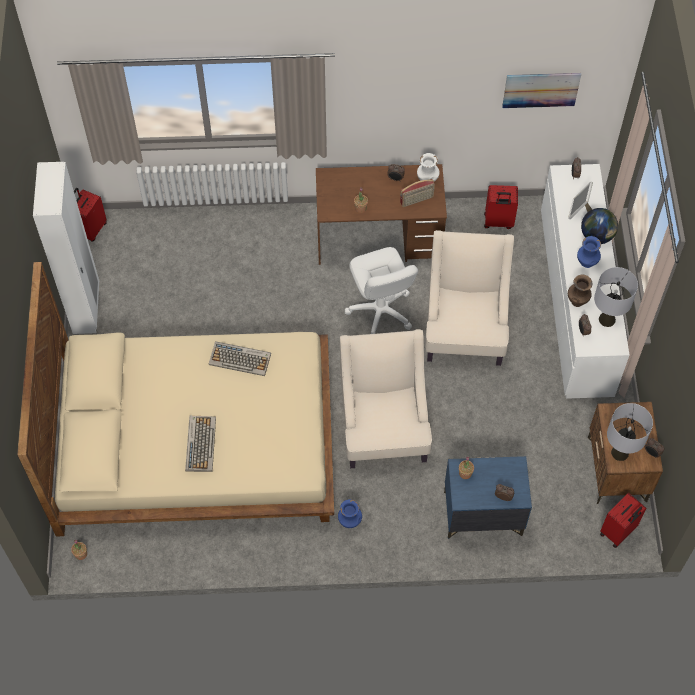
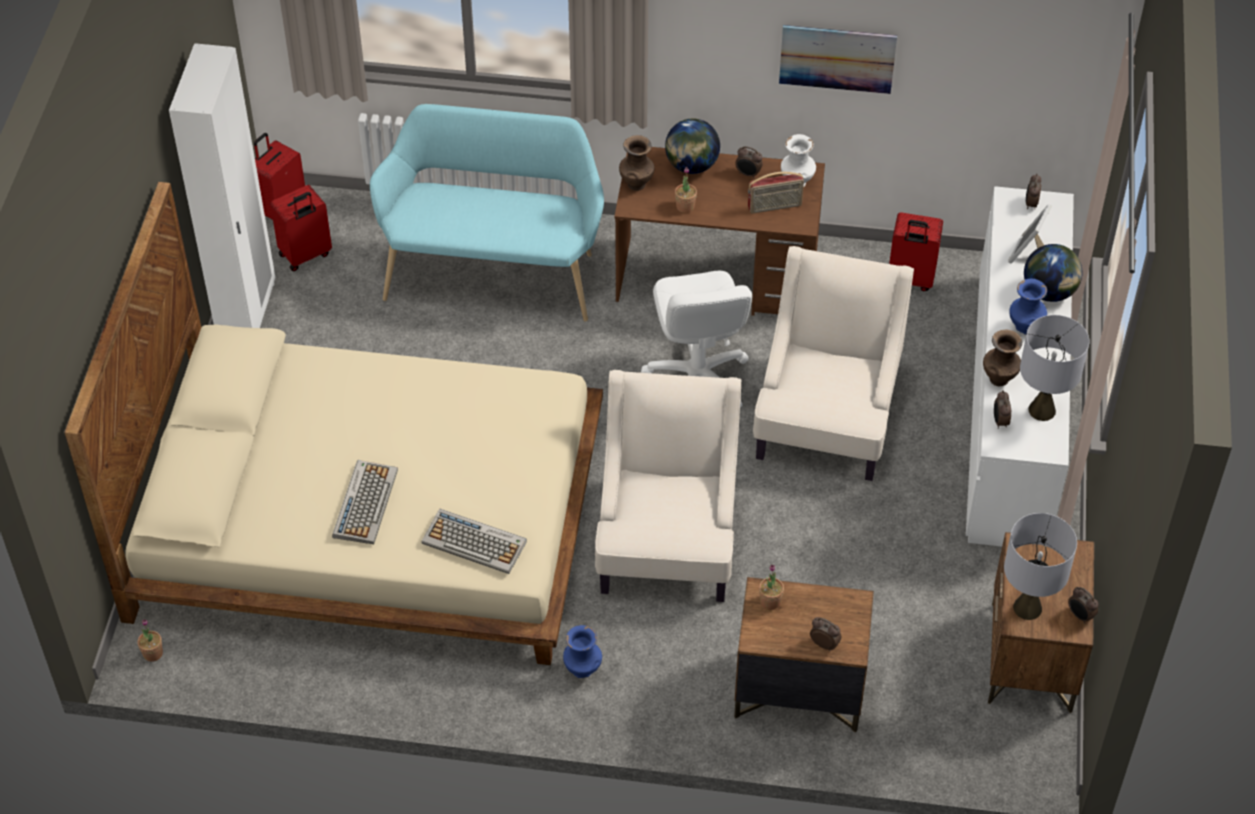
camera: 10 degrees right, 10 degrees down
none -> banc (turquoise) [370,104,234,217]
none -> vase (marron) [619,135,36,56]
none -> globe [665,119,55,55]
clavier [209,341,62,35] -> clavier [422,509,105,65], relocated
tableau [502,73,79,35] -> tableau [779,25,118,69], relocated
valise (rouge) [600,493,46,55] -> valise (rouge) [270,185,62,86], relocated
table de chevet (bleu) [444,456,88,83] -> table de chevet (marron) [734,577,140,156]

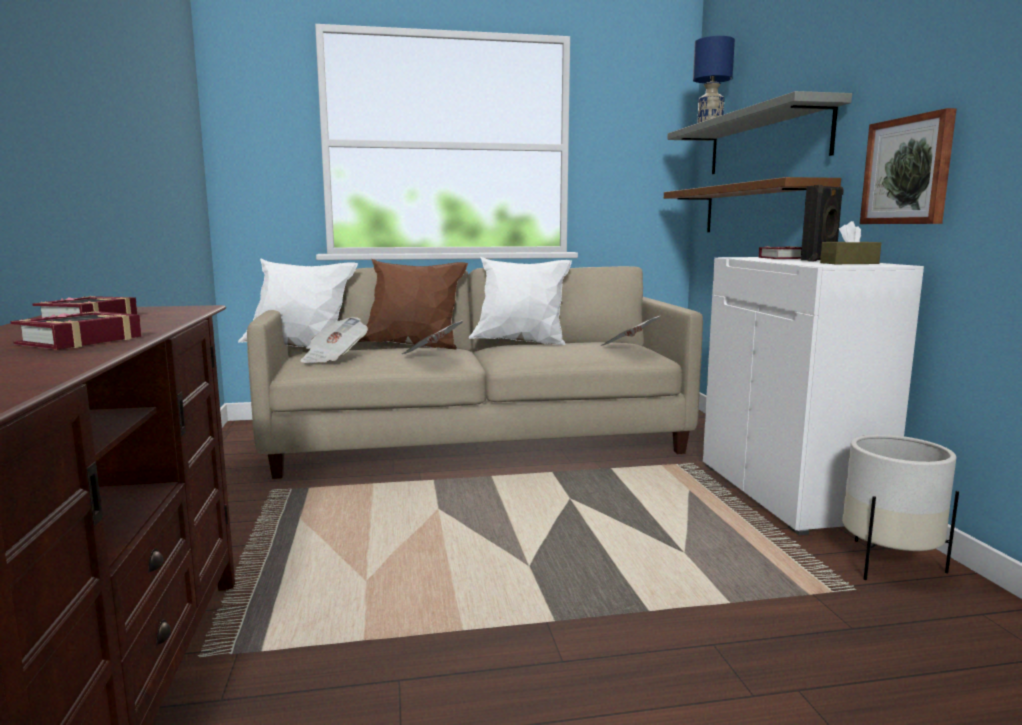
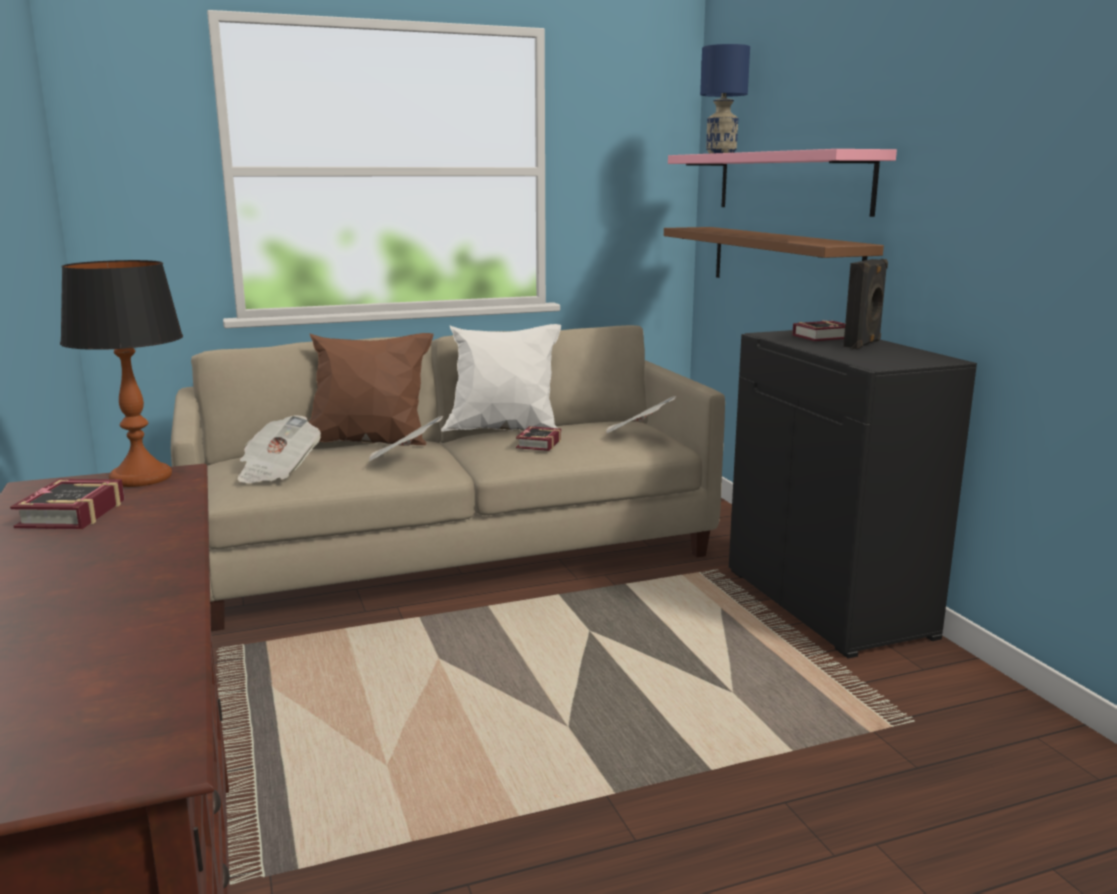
camera: 10 degrees left, 5 degrees up
coussin (blanc) [238,258,120,91] -> none
boîte à mouchoirs (marron) [820,221,61,43] -> none
cache-pot (blanc) [842,435,117,145] -> none
tableau [860,108,97,116] -> none
none -> lampe de table [60,260,123,227]
livre [10,311,132,39] -> livre [516,426,45,25], relocated
étagère (gris) [667,91,185,83] -> étagère (rose) [668,149,229,68]
meuble de rangement (blanc) [703,257,221,278] -> meuble de rangement (noir) [729,330,248,329]

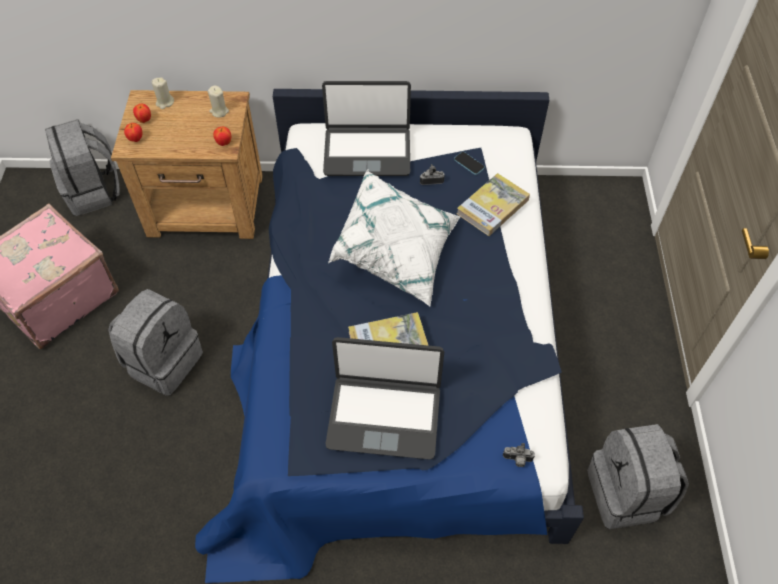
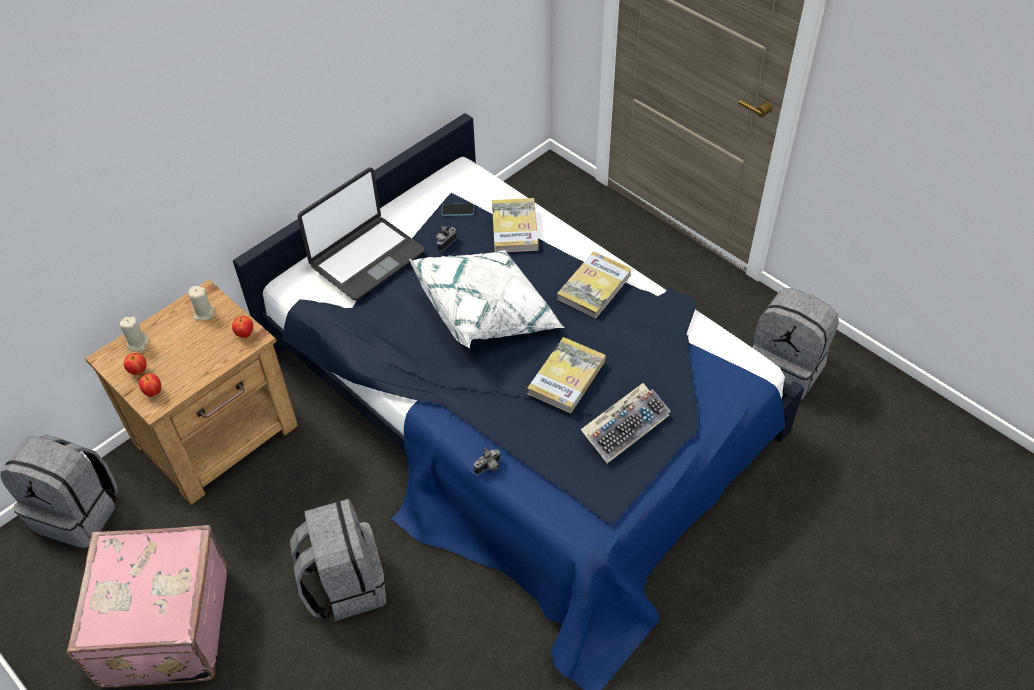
camera: 45 degrees left, 5 degrees down
none -> livre [557,251,75,68]
appareil photo [503,443,32,24] -> appareil photo [474,447,27,28], relocated
ordinateur portable [326,337,118,122] -> clavier [581,383,89,80]

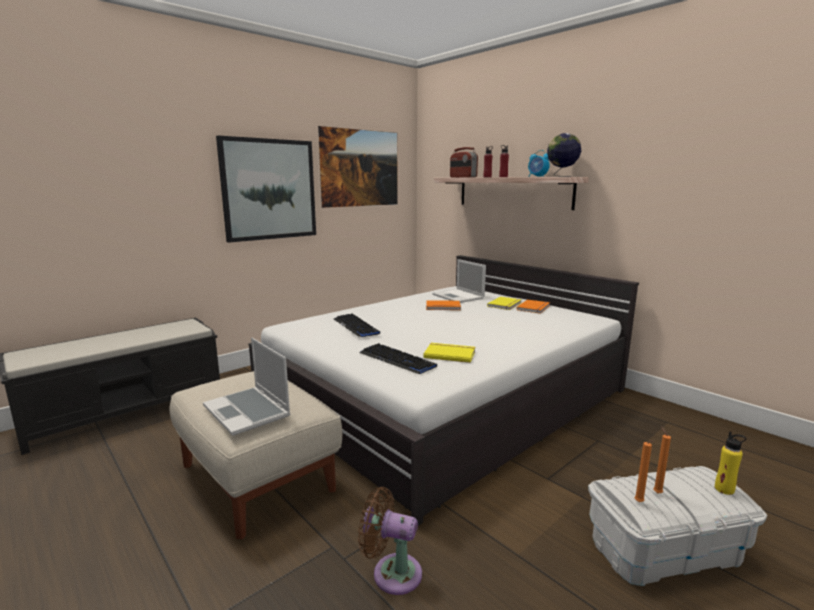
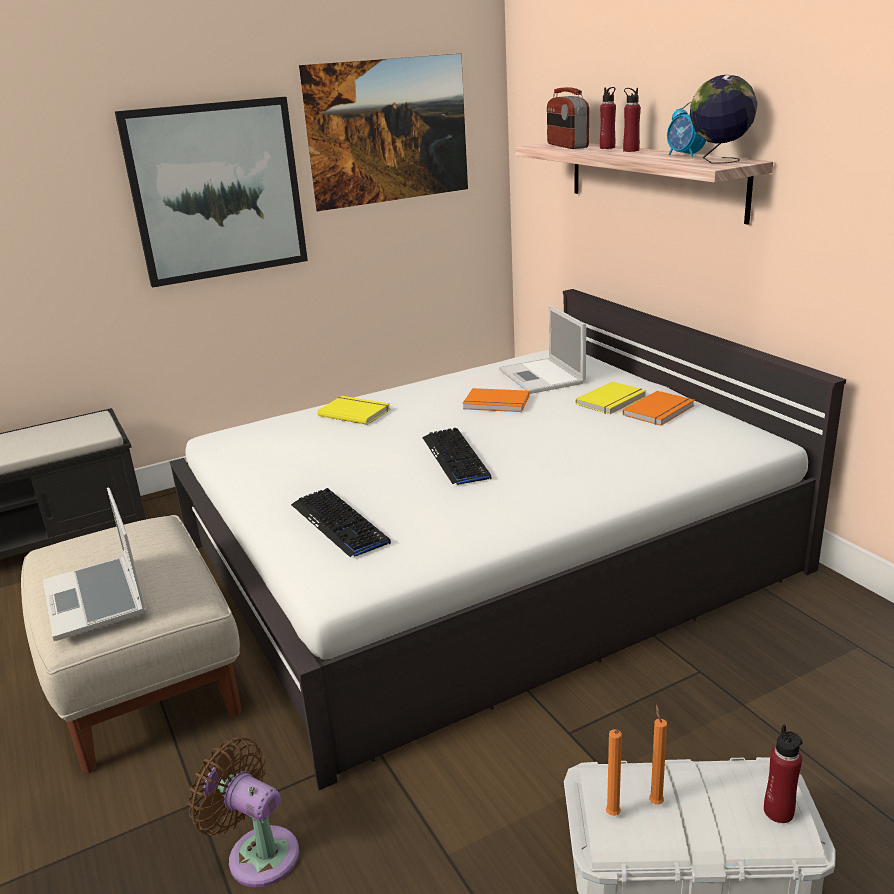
camera: 15 degrees right, 10 degrees up
clavier [334,313,46,24] -> clavier [422,428,70,57], relocated
livre (jaune) [423,343,52,20] -> livre (jaune) [317,396,73,29], relocated
bouteille (jaune) [715,432,31,63] -> bouteille (rouge) [764,725,39,98]

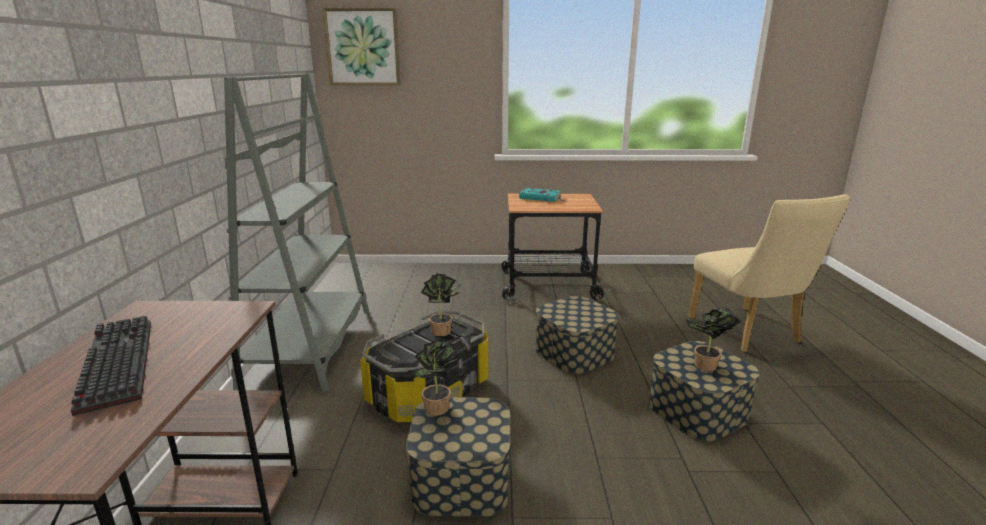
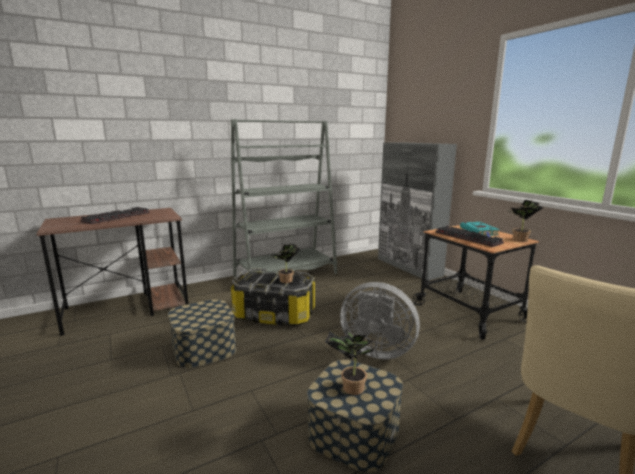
camera: 60 degrees right, 5 degrees down
tableau [322,8,79,77] -> none
none -> meuble de rangement (gris) [378,142,79,138]
none -> clavier [435,226,69,21]
plante en pot [407,337,52,79] -> plante en pot [508,200,36,42], relocated
boîte de rangement [535,296,84,78] -> ventilateur (gris) [340,282,80,77]

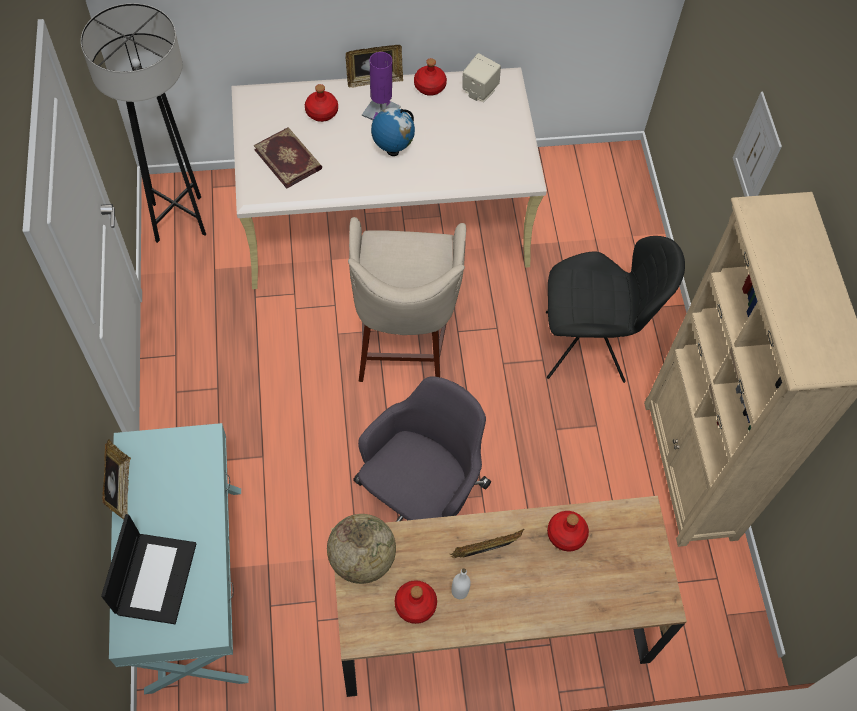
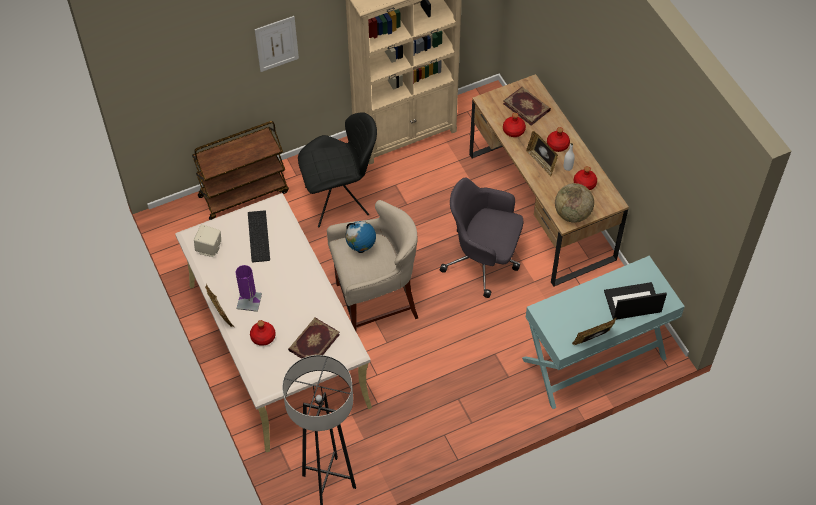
camera: 105 degrees left, 5 degrees down
none -> chariot (marron) [192,121,97,99]
none -> clavier [248,210,22,53]
none -> livre [503,87,48,39]
globe [371,108,44,48] -> globe [345,221,31,32], relocated
bouteille (rouge) [414,58,33,38] -> bouteille (rouge) [547,127,23,25], relocated
chaise (noir) [546,236,139,147] -> chaise (noir) [298,112,79,115], 90 degrees clockwise

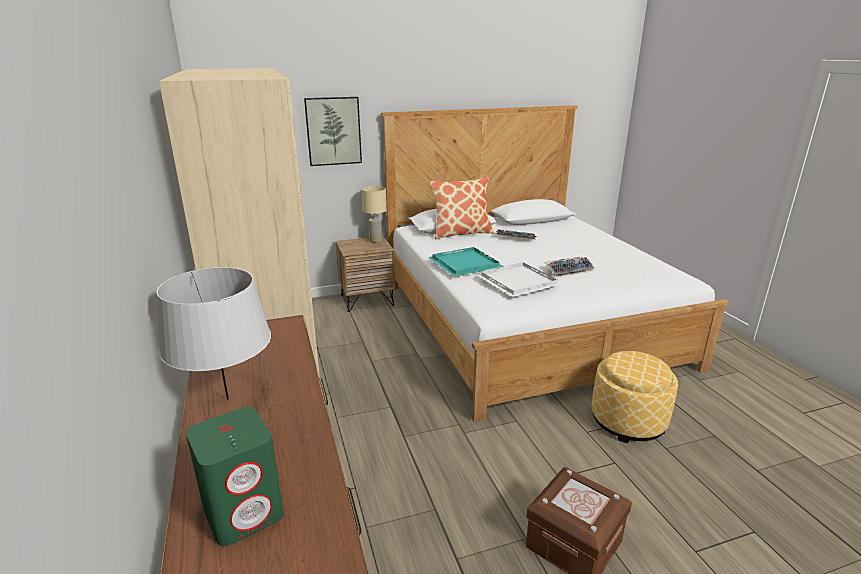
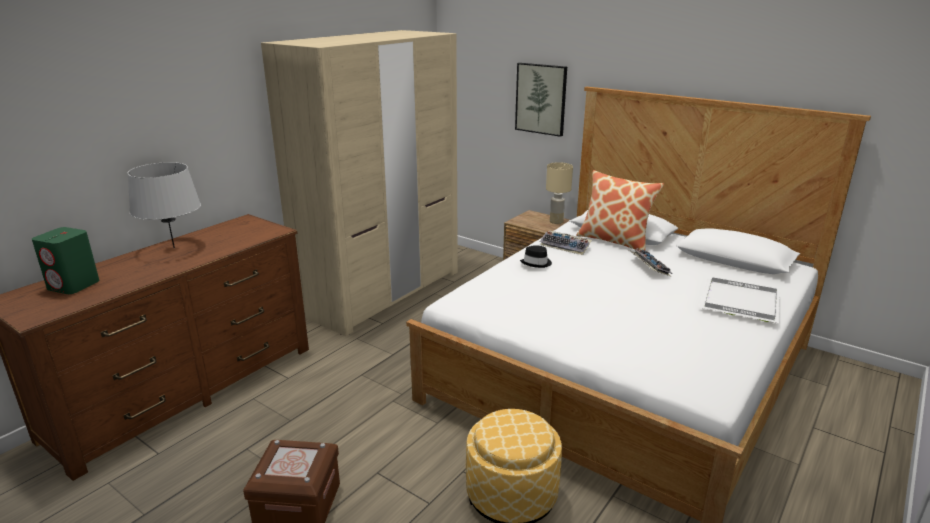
camera: 55 degrees right, 0 degrees up
plateau (blanc) [477,262,84,35] -> plateau (blanc) [700,277,81,46], relocated
clavier [545,256,50,22] -> clavier [540,231,52,24], relocated
plateau (turquoise) [428,247,76,30] -> chapeau (noir) [520,245,32,23]

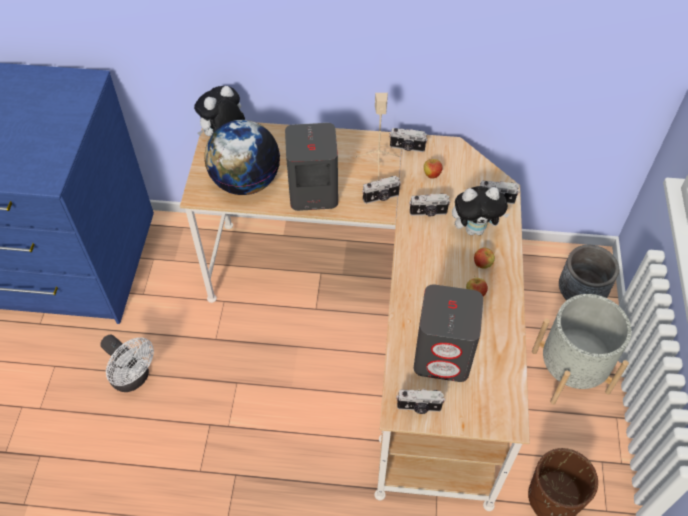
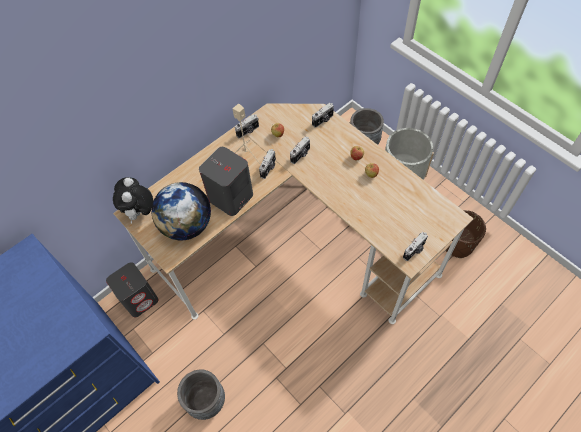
camera: 45 degrees left, 5 degrees up
peluche [452,186,58,49] -> none
enceinte (gris) [414,284,69,98] -> enceinte (gris) [106,262,52,56], relocated
ventilateur (blanc) [100,334,54,58] -> cache-pot (gris) [177,369,48,51]

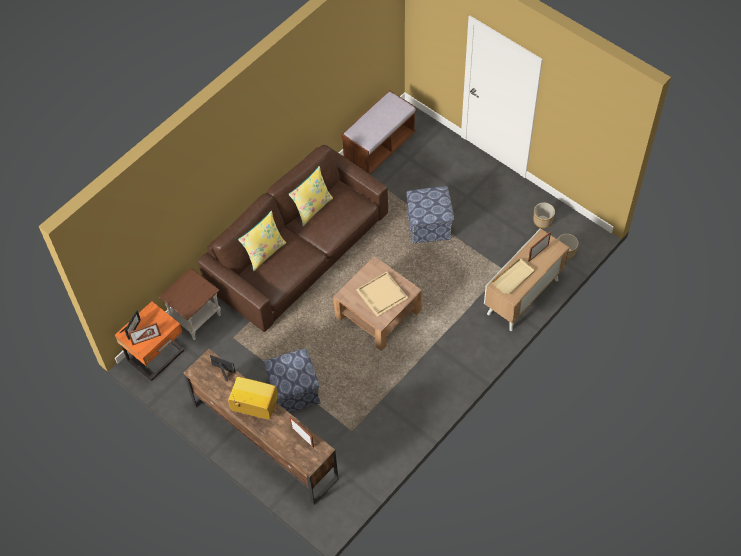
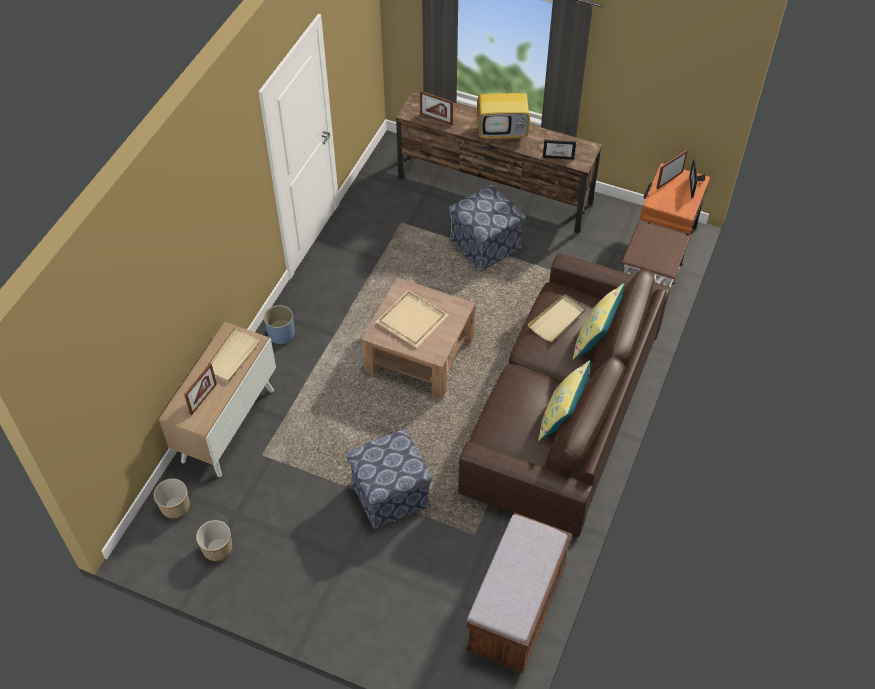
camera: 160 degrees right, 5 degrees down
none -> cache-pot (bleu) [264,305,30,39]
none -> plateau (beige) [528,294,58,48]

